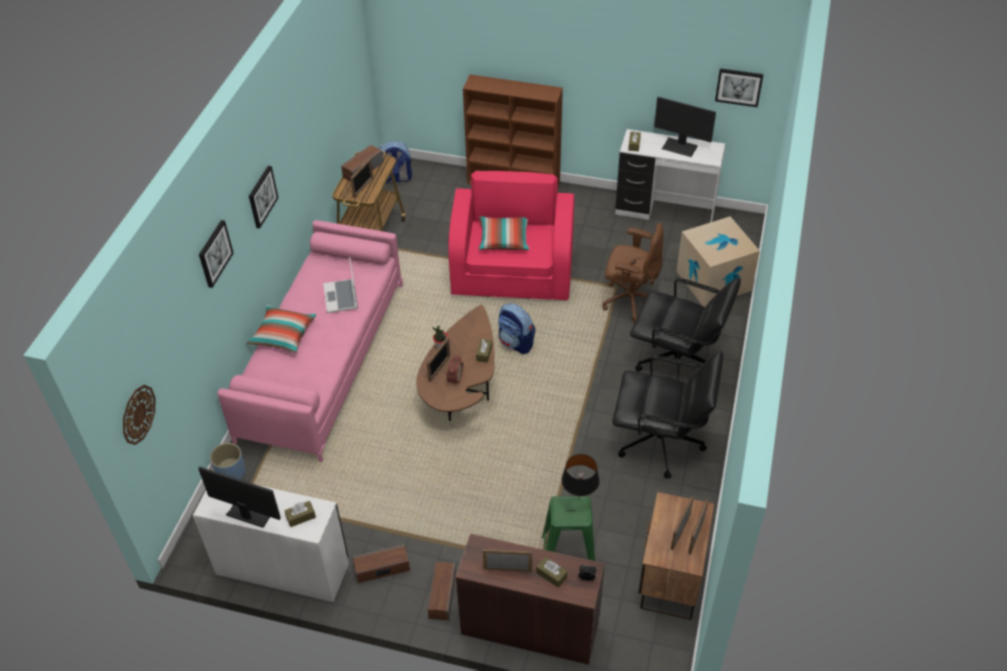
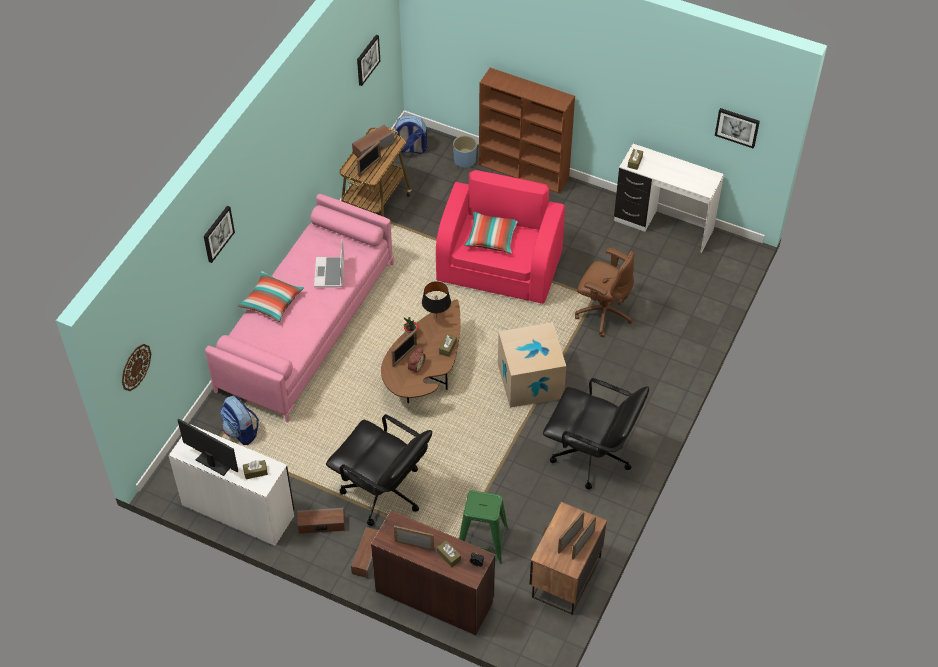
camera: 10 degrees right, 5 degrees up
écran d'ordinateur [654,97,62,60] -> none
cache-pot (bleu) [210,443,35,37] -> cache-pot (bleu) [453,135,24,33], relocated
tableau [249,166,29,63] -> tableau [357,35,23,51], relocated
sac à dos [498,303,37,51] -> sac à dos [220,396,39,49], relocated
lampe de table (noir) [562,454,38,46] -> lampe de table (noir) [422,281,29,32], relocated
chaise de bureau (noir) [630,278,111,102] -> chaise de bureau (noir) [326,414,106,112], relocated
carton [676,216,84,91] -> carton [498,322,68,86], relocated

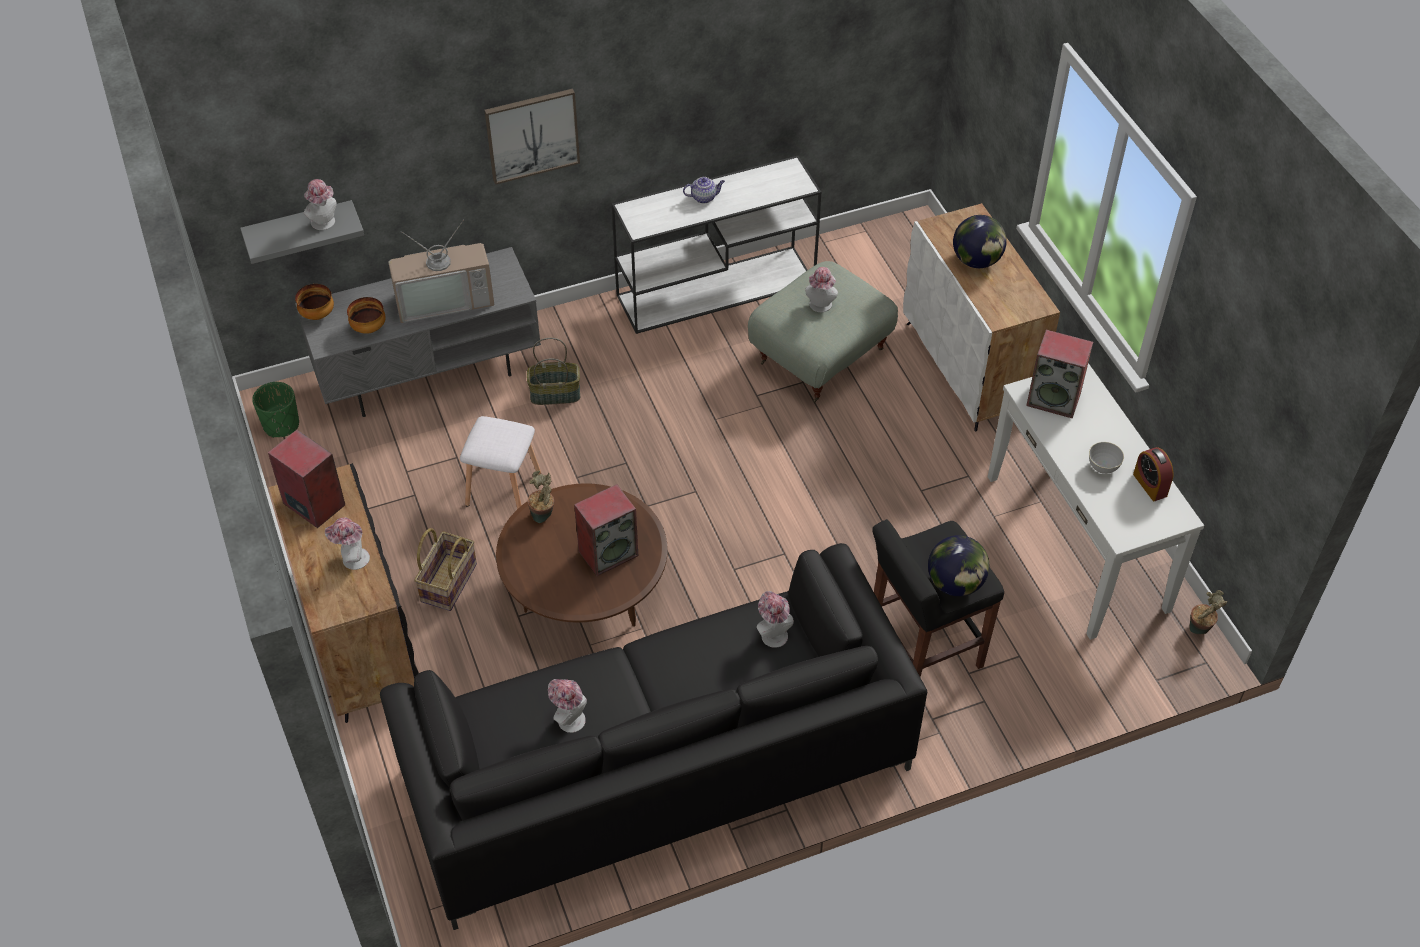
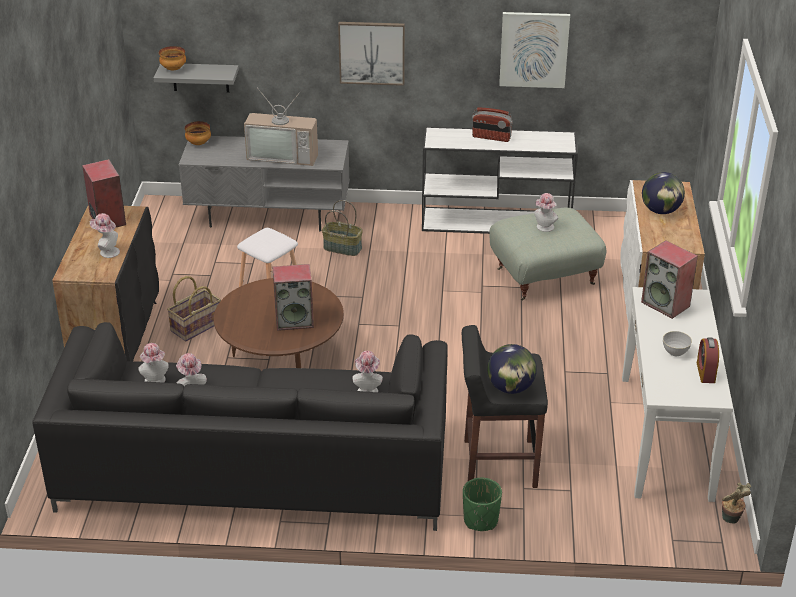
camera: 25 degrees right, 15 degrees down
plante en pot [528,470,26,53] -> none
none -> tableau [499,12,71,76]
cache-pot (vert) [252,382,47,56] -> cache-pot (vert) [463,478,39,53], relocated
chapeau [304,179,33,51] -> chapeau [138,343,31,40], relocated
bol [347,297,39,37] -> bol [159,46,27,25], relocated
théière [683,177,42,27] -> radio [472,108,41,34]

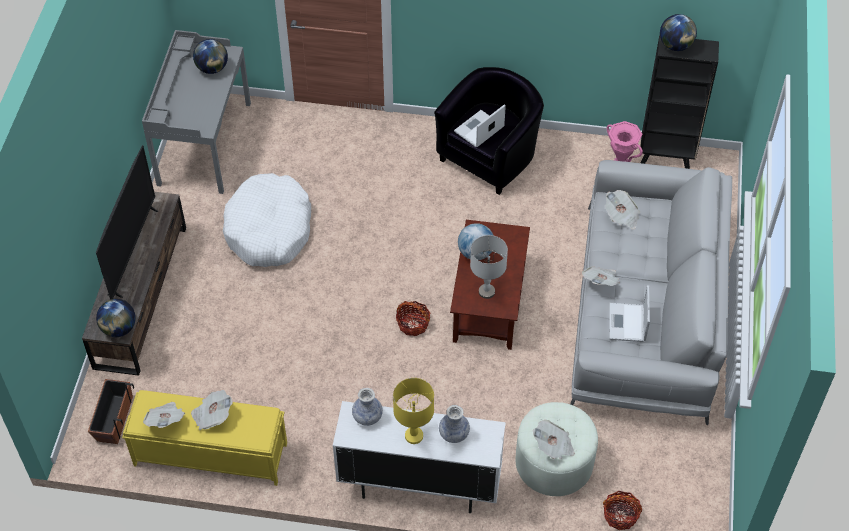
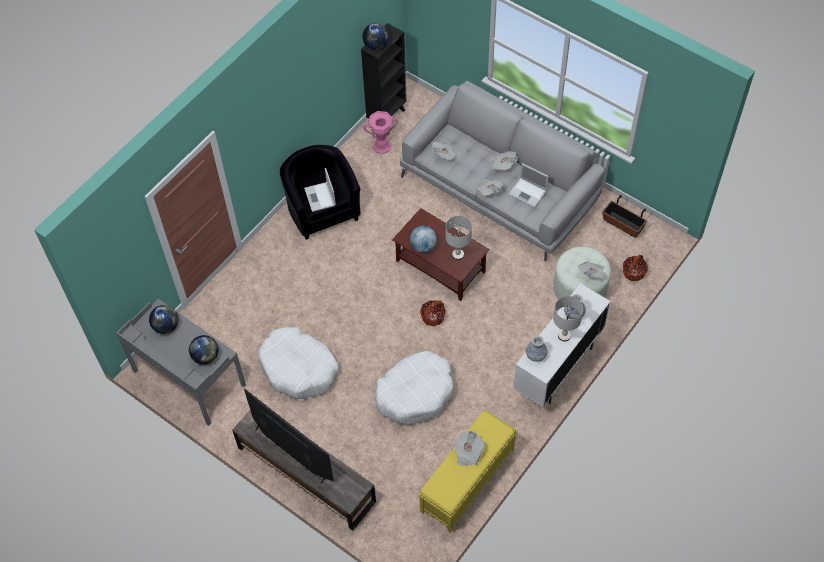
camera: 60 degrees left, 5 degrees up
none -> panier pour chien (blanc) [375,350,78,75]
cache-pot [88,379,46,65] -> cache-pot [602,195,45,43], relocated
globe [96,299,40,38] -> globe [189,335,29,30], relocated
journal [143,402,42,26] -> journal [491,151,26,20], relocated
lampe de table (jaune) [393,378,41,66] -> lampe de table (gris) [553,296,30,46]

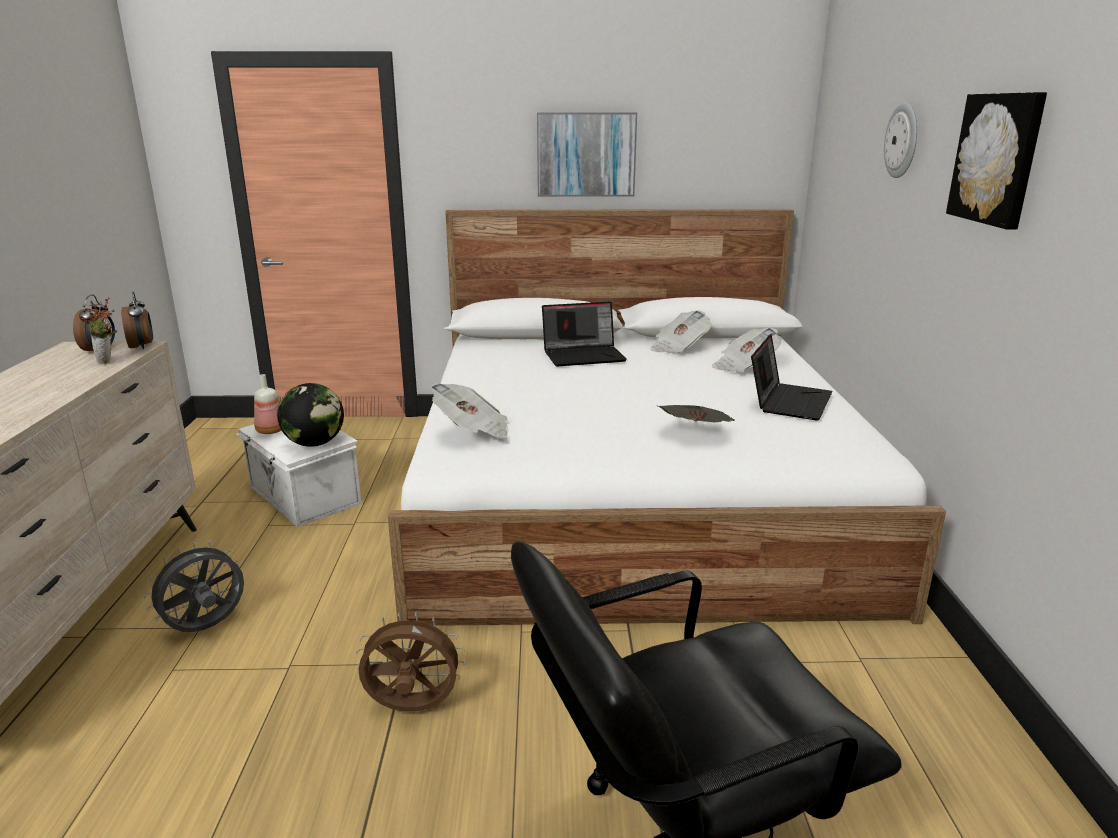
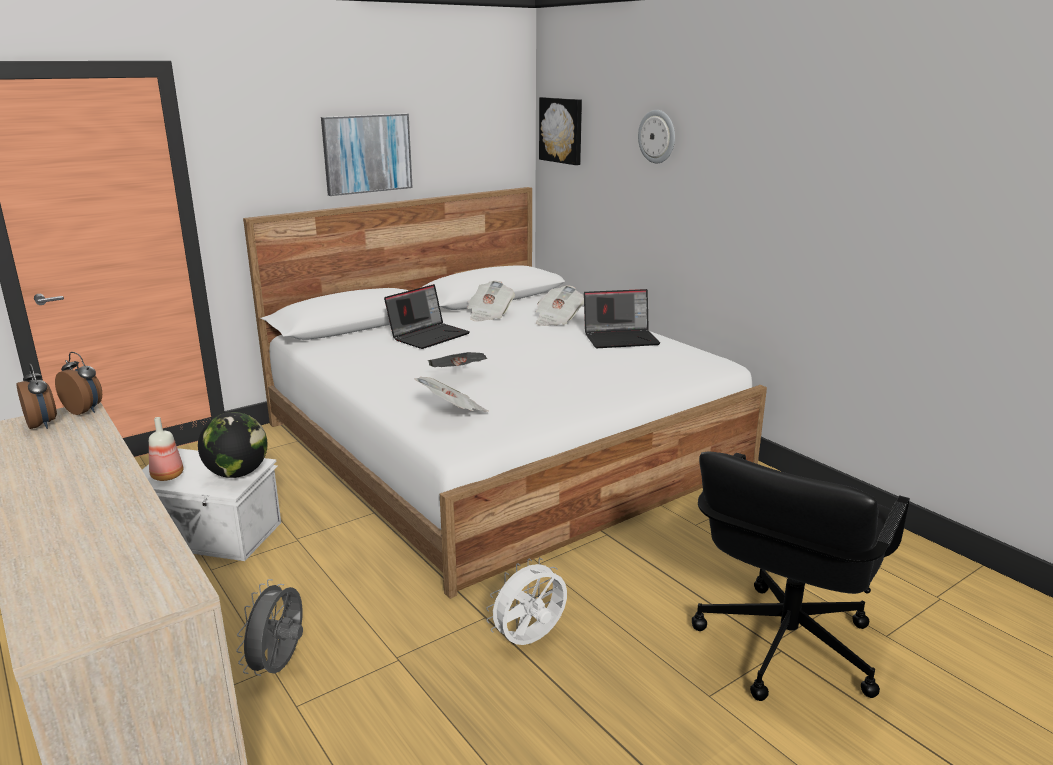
camera: 35 degrees left, 0 degrees up
plante en pot [79,297,38,67] -> none
journal [658,405,77,17] -> journal [428,352,59,15], relocated
tableau [946,92,101,137] -> tableau [539,97,43,68], relocated
ventilateur (marron) [356,612,109,100] -> ventilateur (blanc) [486,558,81,87]
ordinateur portable [751,334,82,87] -> ordinateur portable [584,289,76,59], 90 degrees clockwise

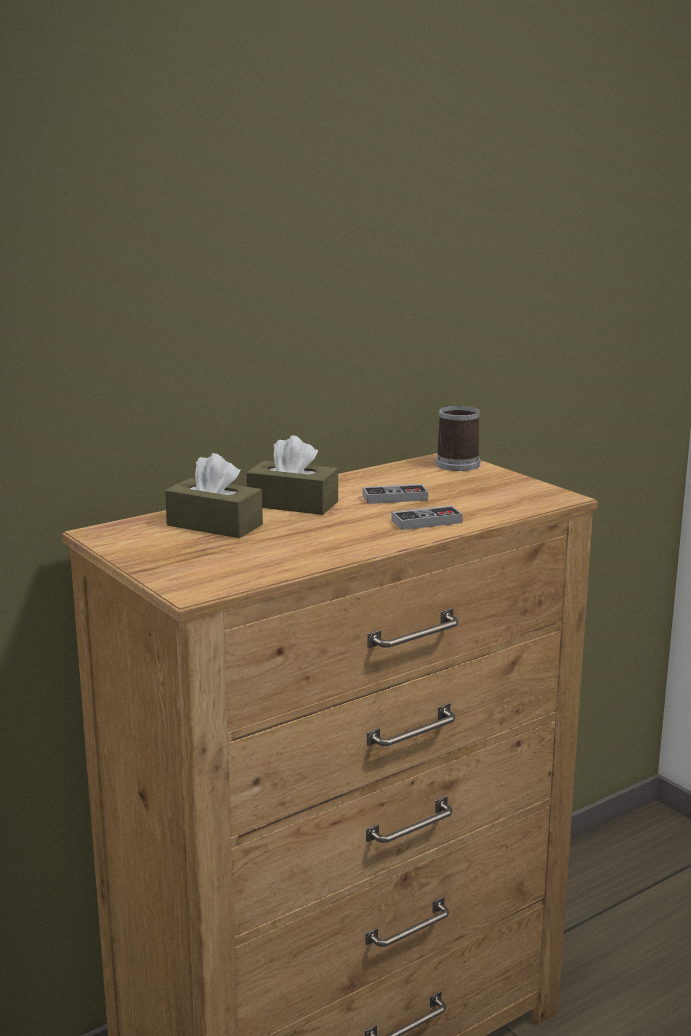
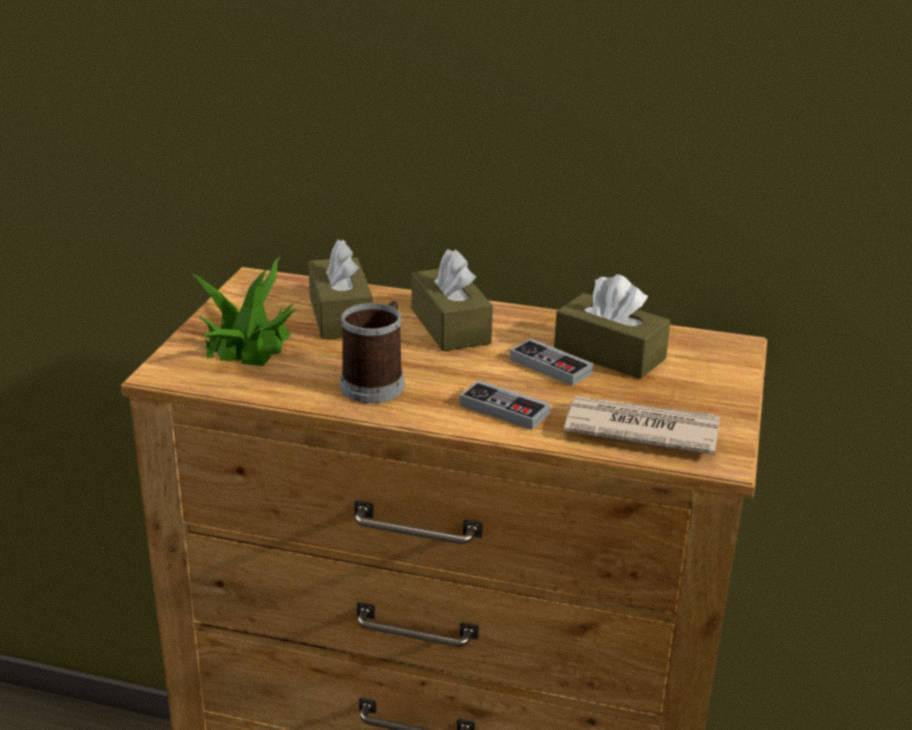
camera: 50 degrees right, 10 degrees up
none -> plante en pot [192,255,105,111]
none -> boîte à mouchoirs (marron) [554,274,117,105]
none -> journal [564,396,156,59]
mug [435,406,46,65] -> mug [340,301,64,102], relocated

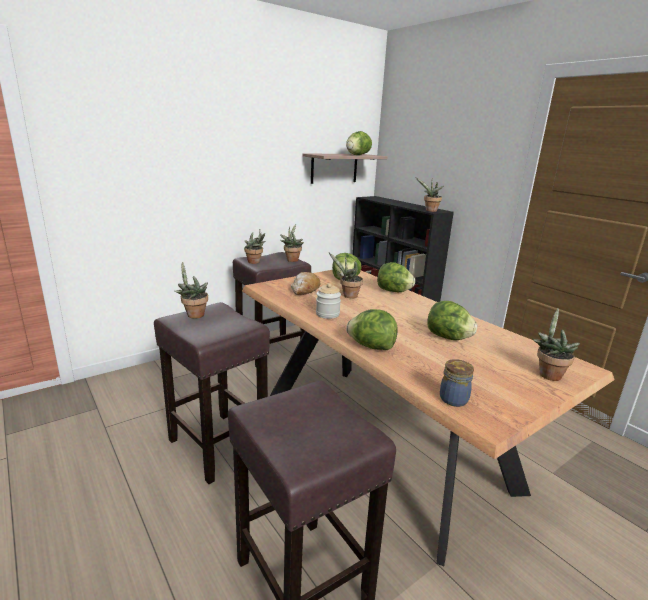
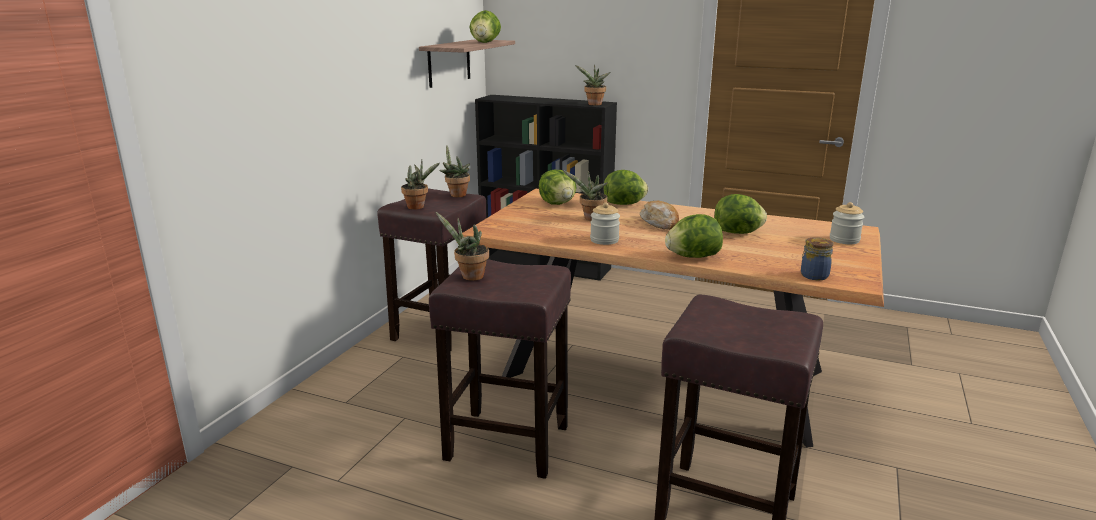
camera: 30 degrees left, 0 degrees up
pain [291,272,29,23] -> pain [640,201,39,29], relocated
plante en pot [533,308,47,73] -> bocal [830,202,34,42]

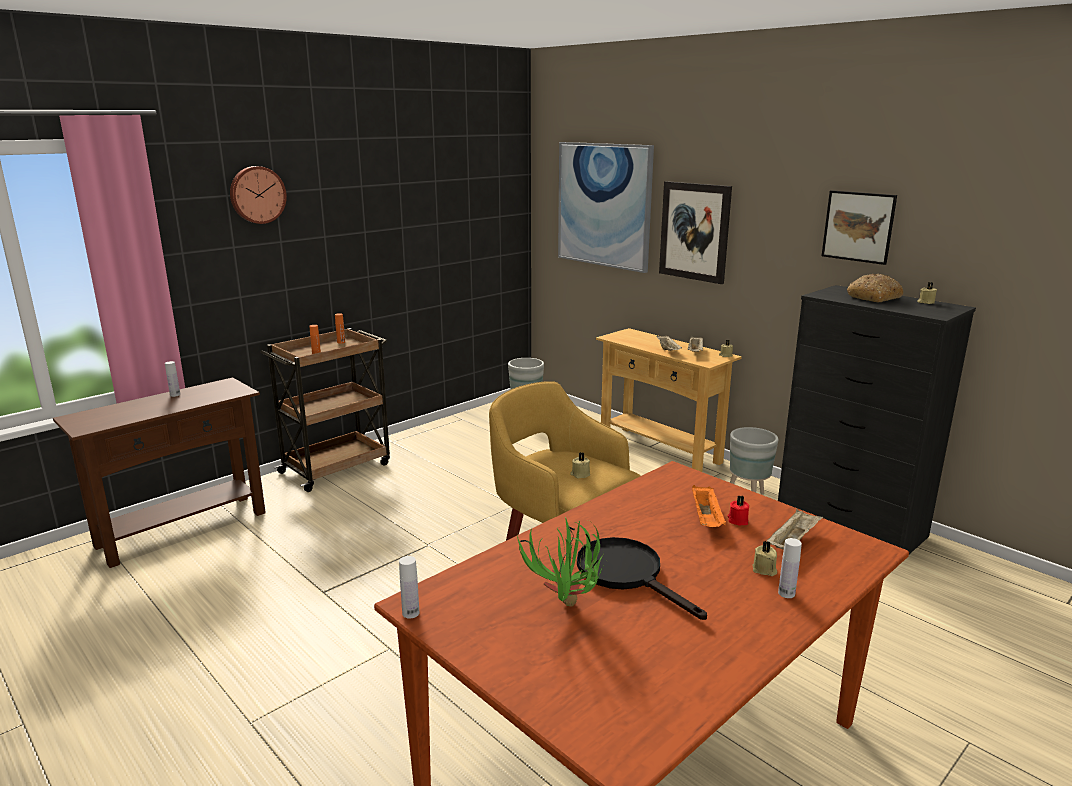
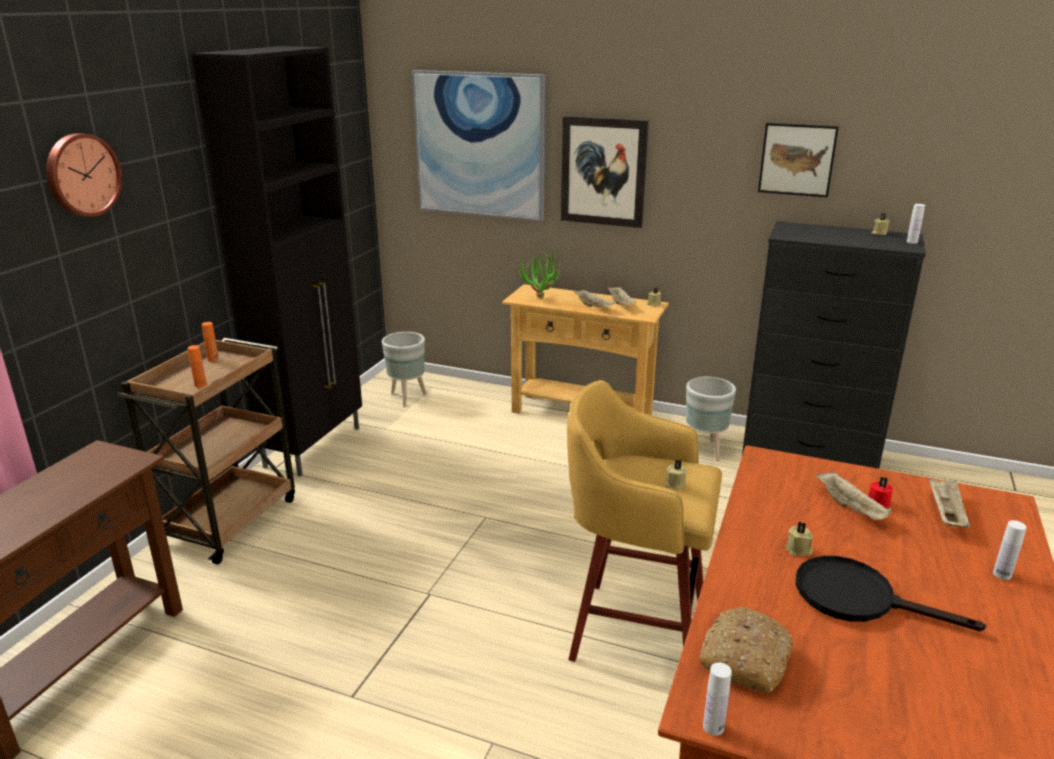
camera: 25 degrees left, 5 degrees up
none -> meuble de rangement (noir) [191,46,171,431]
bouteille (blanc) [165,361,15,36] -> bouteille (blanc) [907,204,18,40], relocated
plante en pot [517,517,87,90] -> plante en pot [518,248,44,50], relocated
bougie (beige) [752,541,25,35] -> bougie (beige) [785,522,28,34], relocated
pain [847,274,56,28] -> pain [700,607,93,87], relocated
plateau (orange) [692,485,34,42] -> plateau (beige) [816,472,76,48]

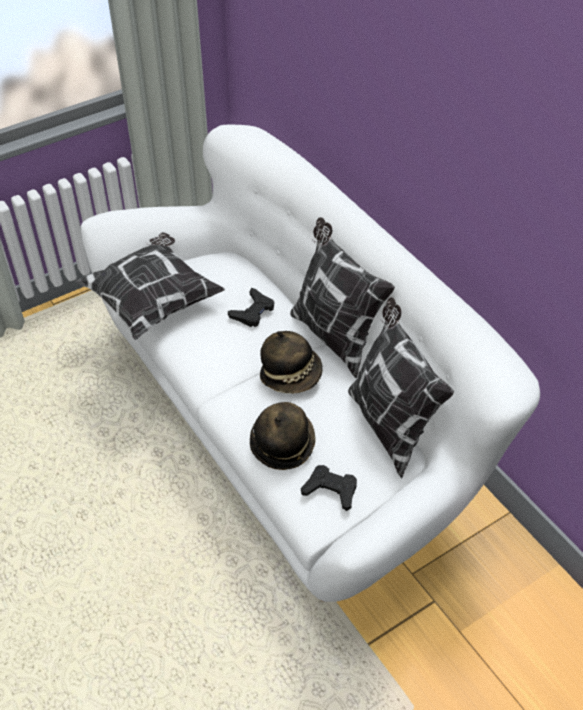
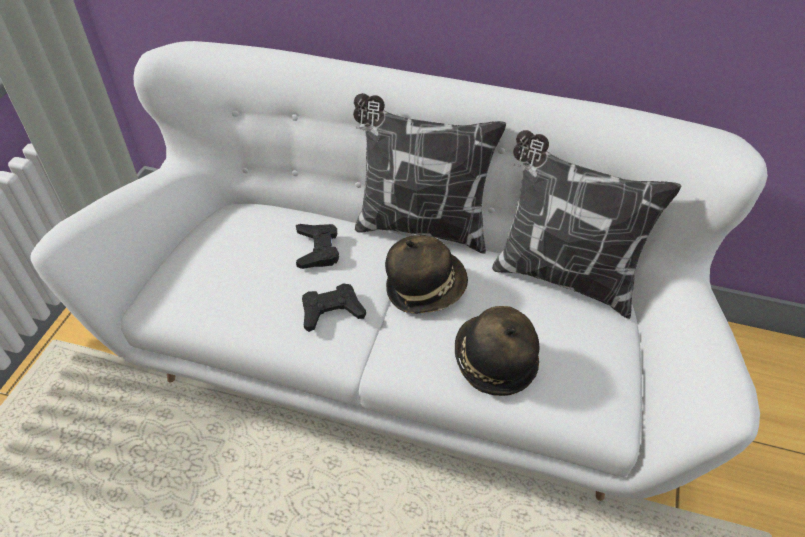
camera: 40 degrees left, 0 degrees up
coussin [76,232,149,108] -> none
manette (noir) [301,465,56,46] -> manette (noir) [302,284,64,48], relocated

